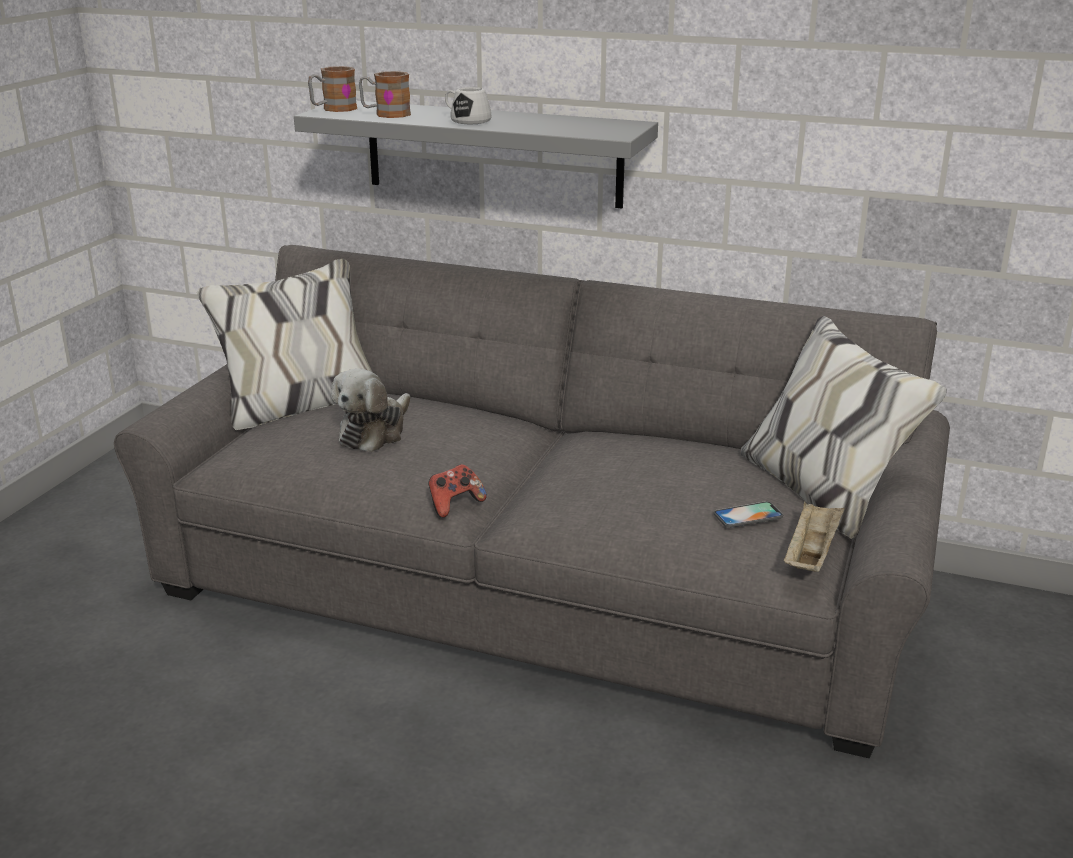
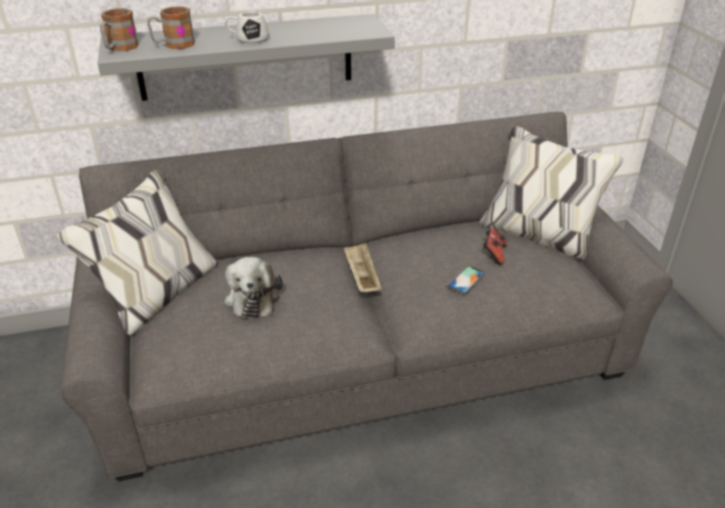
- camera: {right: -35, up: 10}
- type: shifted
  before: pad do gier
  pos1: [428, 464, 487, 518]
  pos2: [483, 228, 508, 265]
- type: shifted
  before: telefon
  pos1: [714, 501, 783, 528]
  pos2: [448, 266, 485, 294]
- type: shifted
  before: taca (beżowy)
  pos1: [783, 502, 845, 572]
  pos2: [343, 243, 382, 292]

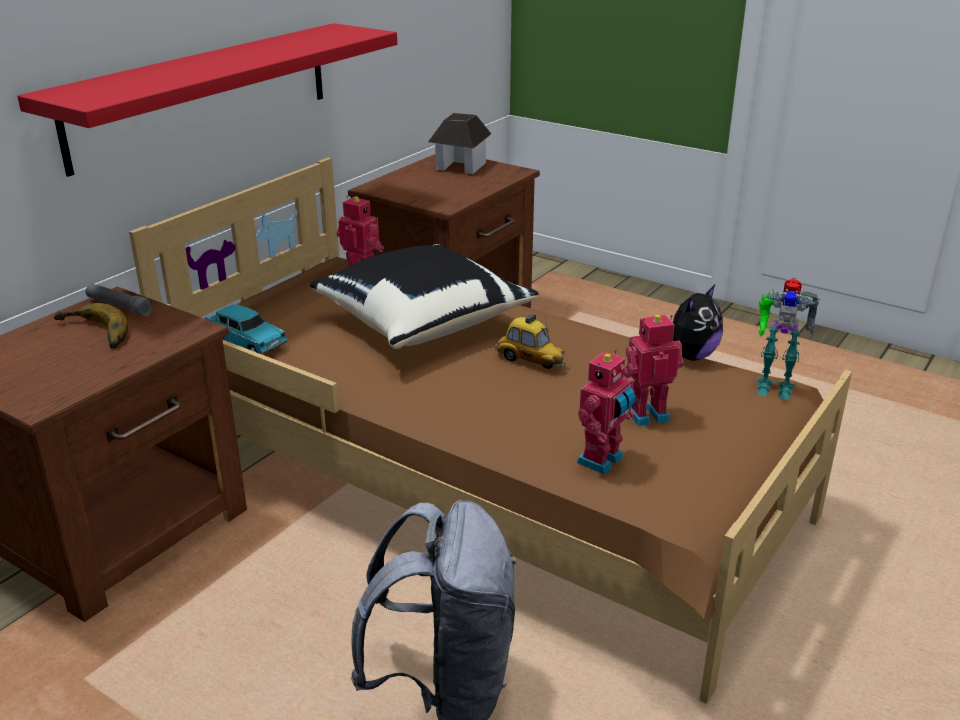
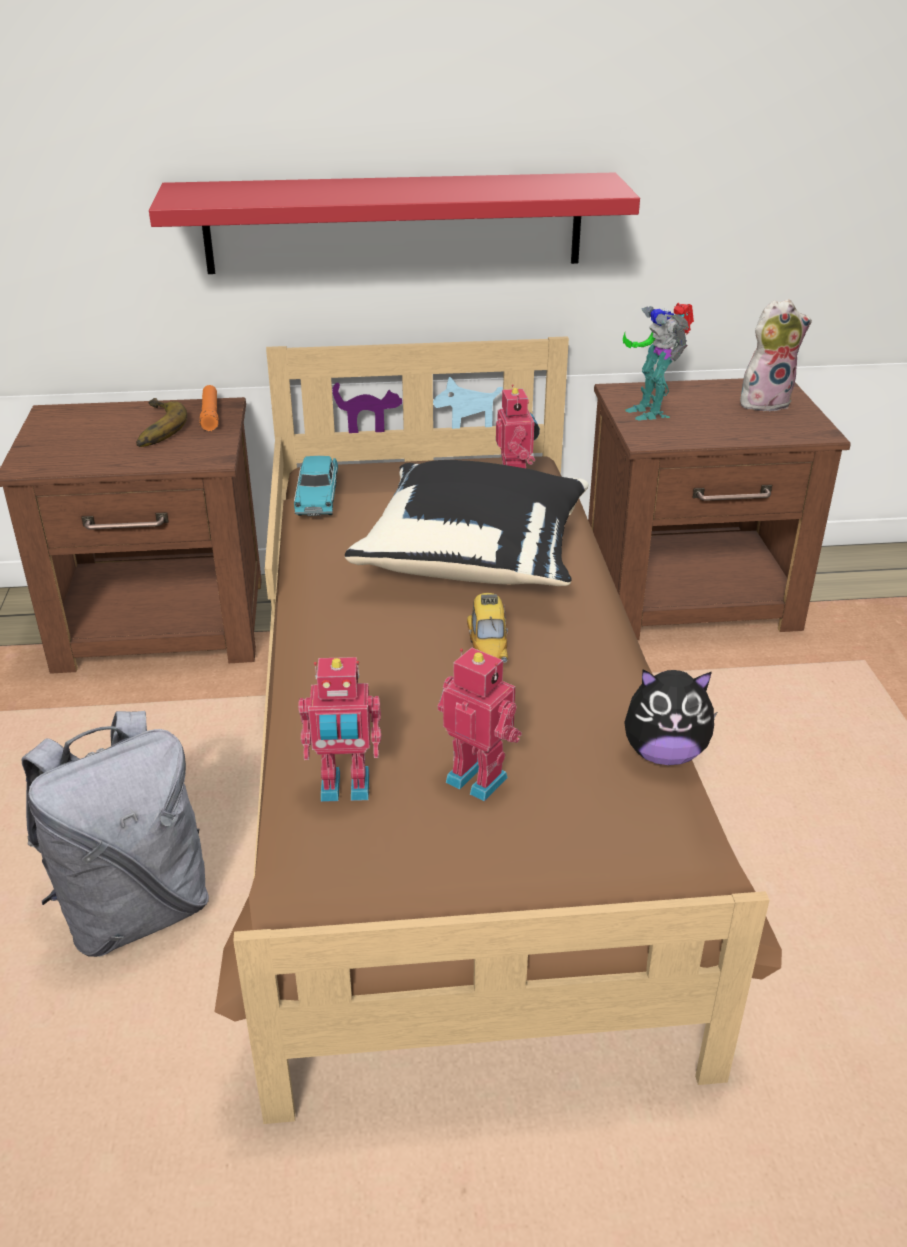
- camera: {right: 50, up: 5}
- type: shifted
  before: robot zabawkowy
  pos1: [757, 278, 820, 400]
  pos2: [623, 303, 694, 421]
- type: swapped
  before: domek
  after: pluszak
  pos1: [428, 113, 491, 174]
  pos2: [740, 299, 812, 413]
- type: repainted
  before: latarka (szary)
  after: latarka (pomarańczowy)
  pos1: [85, 284, 153, 316]
  pos2: [200, 385, 218, 431]

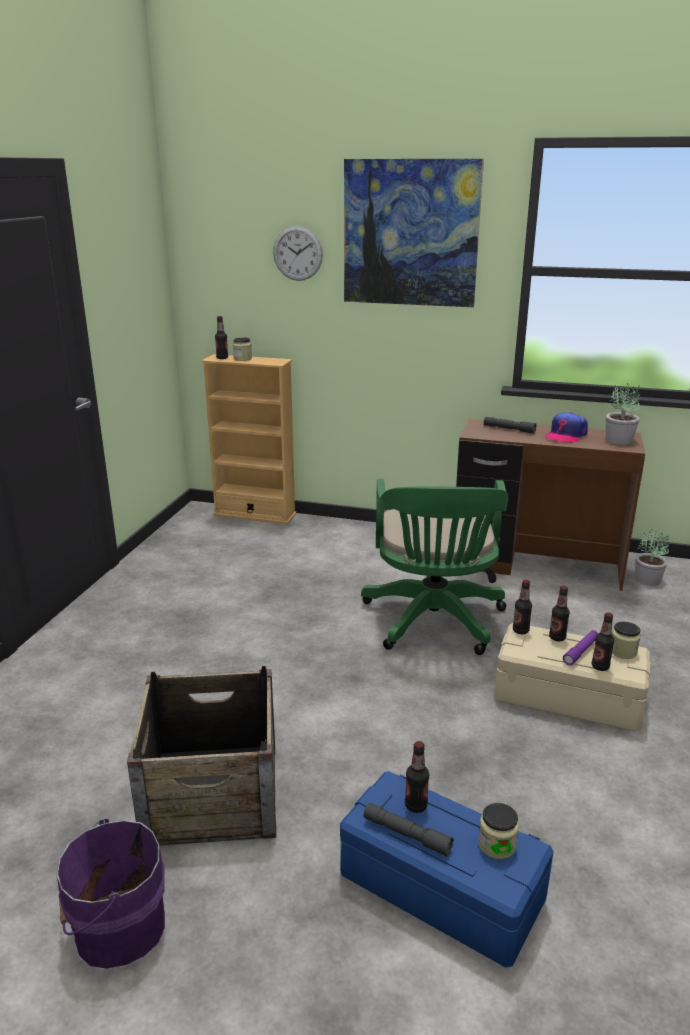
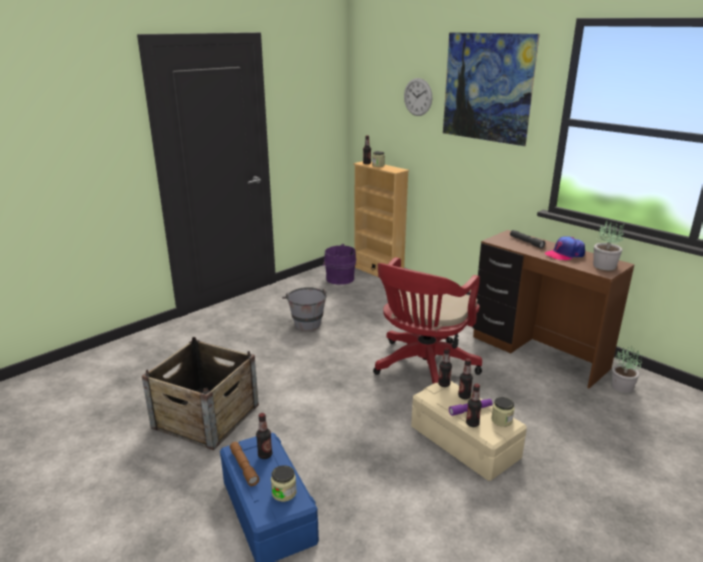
- camera: {right: 30, up: 0}
- type: new
  after: wiadro (szary)
  pos2: [282, 287, 327, 331]
- type: shifted
  before: wiadro (fioletowy)
  pos1: [56, 818, 165, 969]
  pos2: [323, 244, 356, 285]
- type: repainted
  before: krzesło biurowe (zielony)
  after: krzesło biurowe (czerwony)
  pos1: [361, 479, 509, 655]
  pos2: [373, 257, 482, 384]
- type: repainted
  before: latarka (szary)
  after: latarka (brązowy)
  pos1: [364, 803, 454, 857]
  pos2: [230, 442, 259, 486]

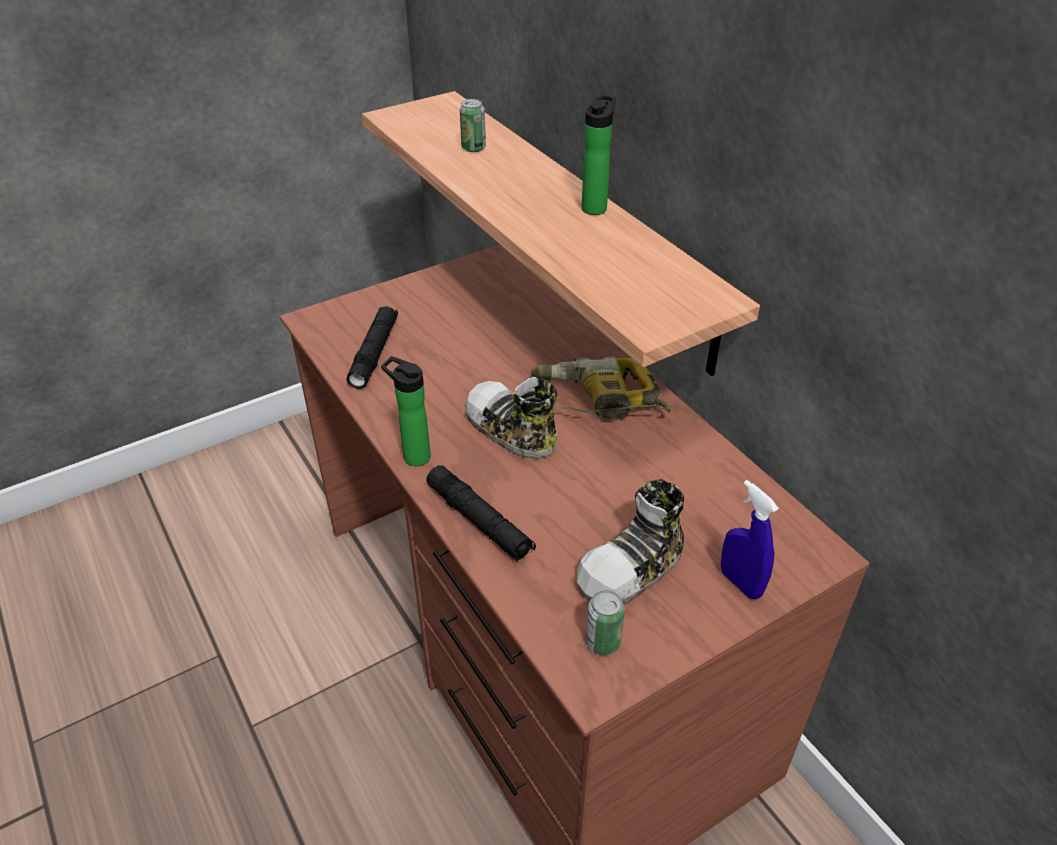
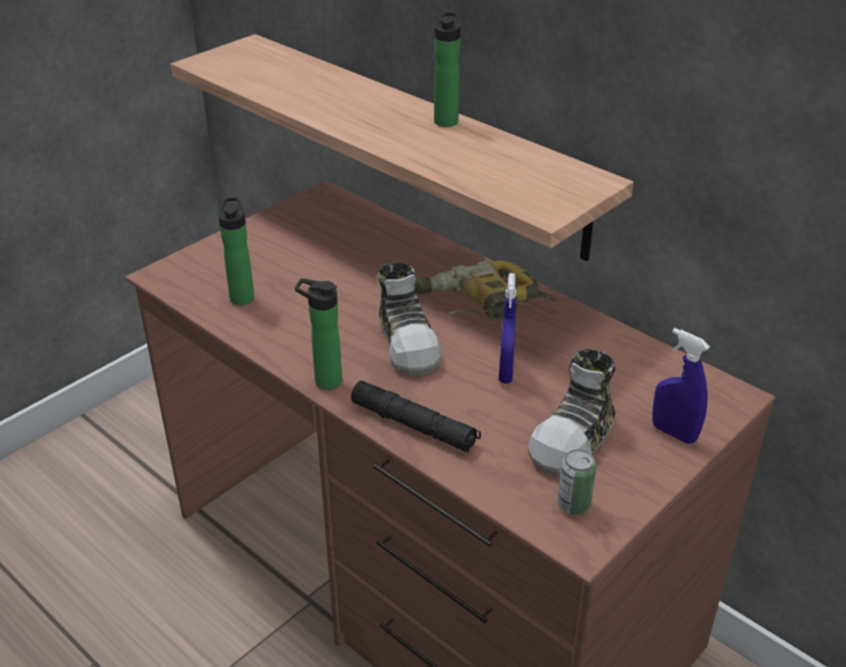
- camera: {right: -15, up: -5}
- type: gone
  before: puszka
  pos1: [460, 99, 486, 152]
- type: new
  after: spryskiwacz (niebieski)
  pos2: [499, 273, 516, 384]
- type: swapped
  before: latarka (czarny)
  after: butelka
  pos1: [346, 306, 398, 389]
  pos2: [218, 197, 254, 305]
- type: rotated
  before: but
  pos1: [465, 377, 558, 459]
  pos2: [377, 263, 441, 376]
  turn: -135

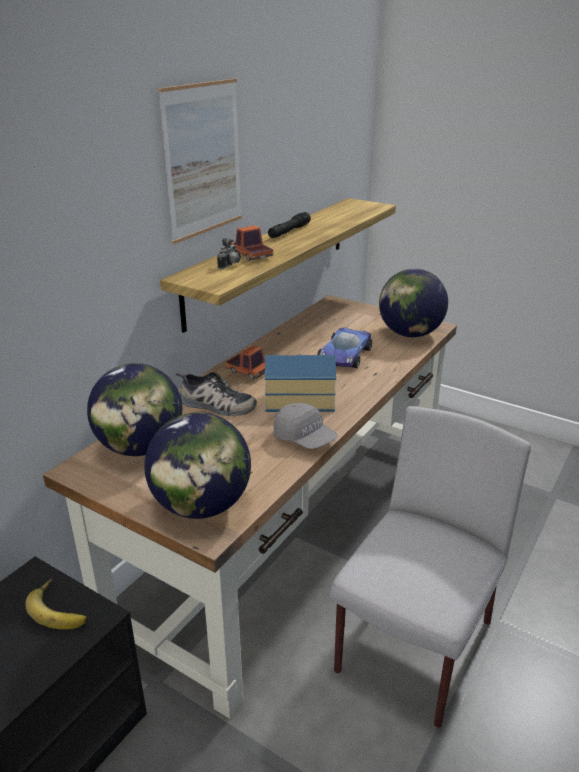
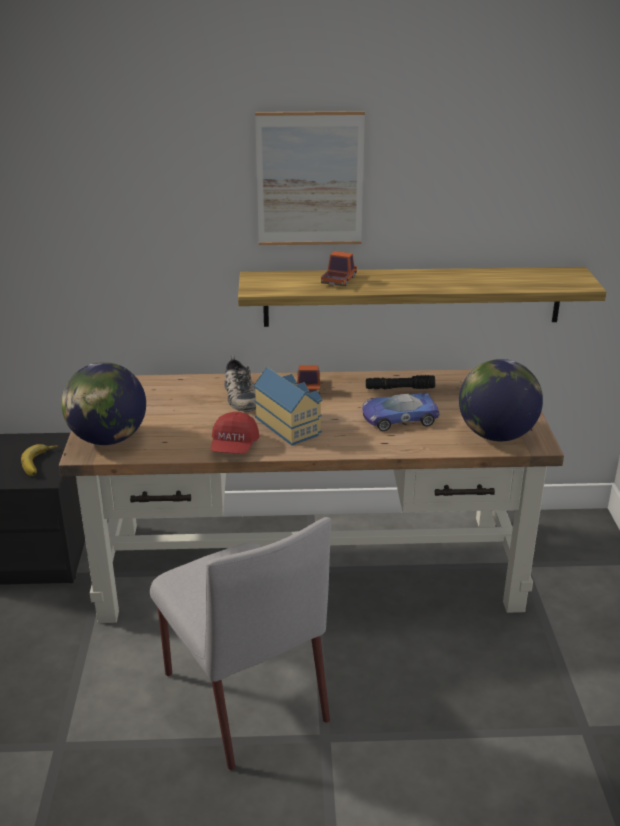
- camera: {right: 55, up: 0}
- type: gone
  before: globus
  pos1: [87, 363, 183, 456]
- type: gone
  before: aparat fotograficzny
  pos1: [217, 238, 241, 269]
- type: shifted
  before: latarka (czarny)
  pos1: [268, 212, 311, 238]
  pos2: [366, 375, 435, 390]
- type: repainted
  before: czapka z daszkiem (szary)
  after: czapka z daszkiem (czerwony)
  pos1: [274, 403, 338, 449]
  pos2: [211, 412, 260, 454]
- type: rotated
  before: krzesło (szary)
  pos1: [330, 406, 531, 728]
  pos2: [150, 517, 331, 770]
  turn: 60

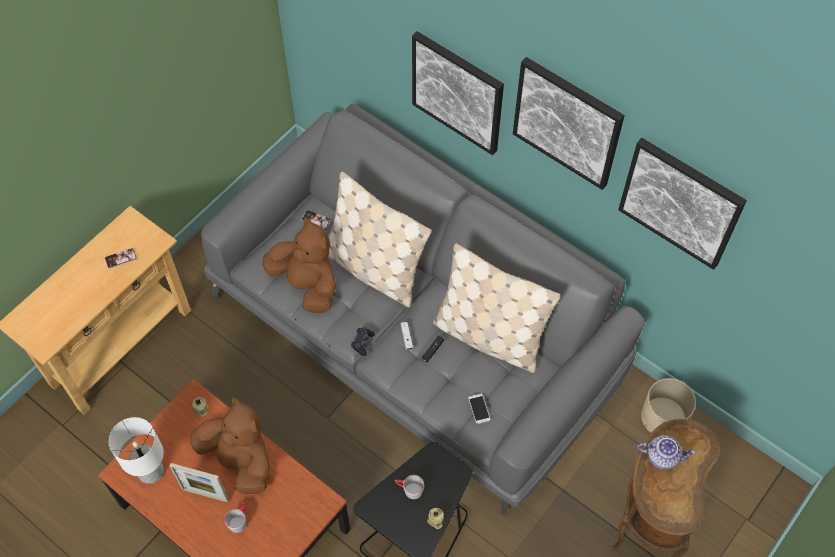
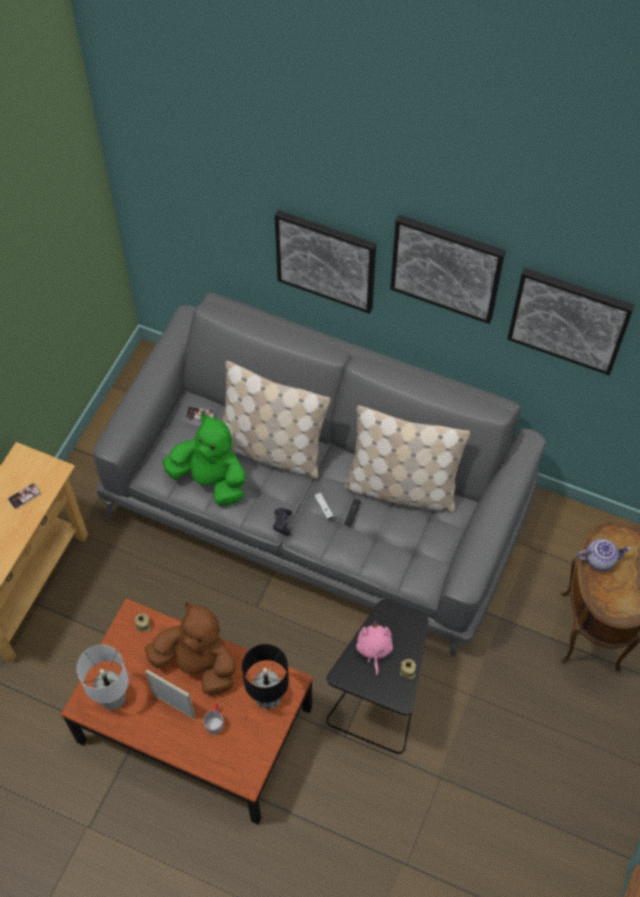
- camera: {right: -15, up: 0}
- type: gone
  before: telefon
  pos1: [468, 393, 491, 424]
- type: gone
  before: donica (beżowy)
  pos1: [641, 378, 696, 433]
- type: new
  after: lampa stołowa (czarny)
  pos2: [242, 644, 289, 709]
- type: swapped
  before: kubek (szary)
  after: pluszak (różowy)
  pos1: [395, 475, 424, 499]
  pos2: [356, 621, 393, 676]
- type: repainted
  before: pluszak (brązowy)
  after: pluszak (zielony)
  pos1: [262, 218, 336, 313]
  pos2: [163, 414, 246, 506]
- type: rotated
  before: ramka na zdjęcie
  pos1: [170, 463, 229, 502]
  pos2: [145, 669, 195, 719]
  turn: -150

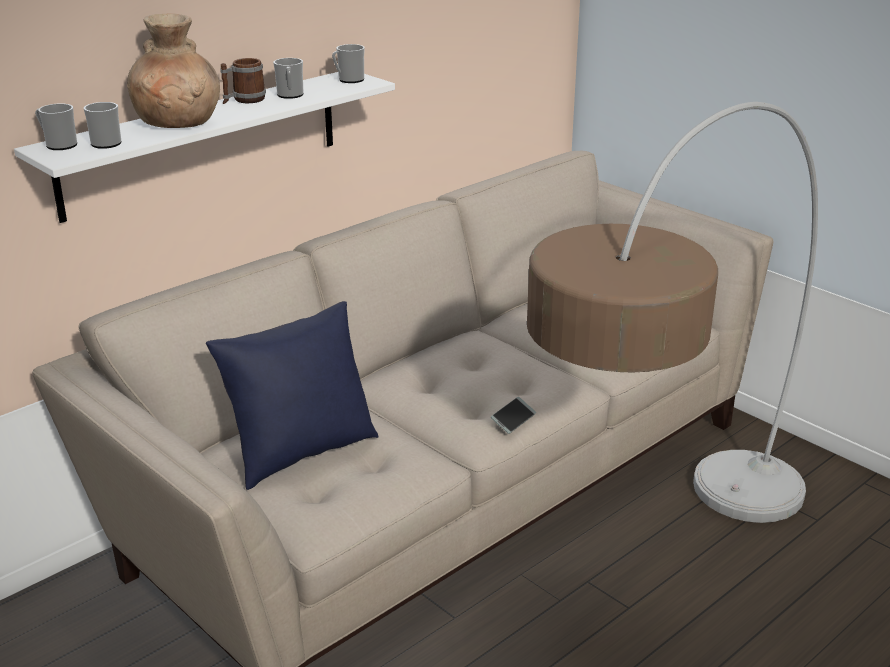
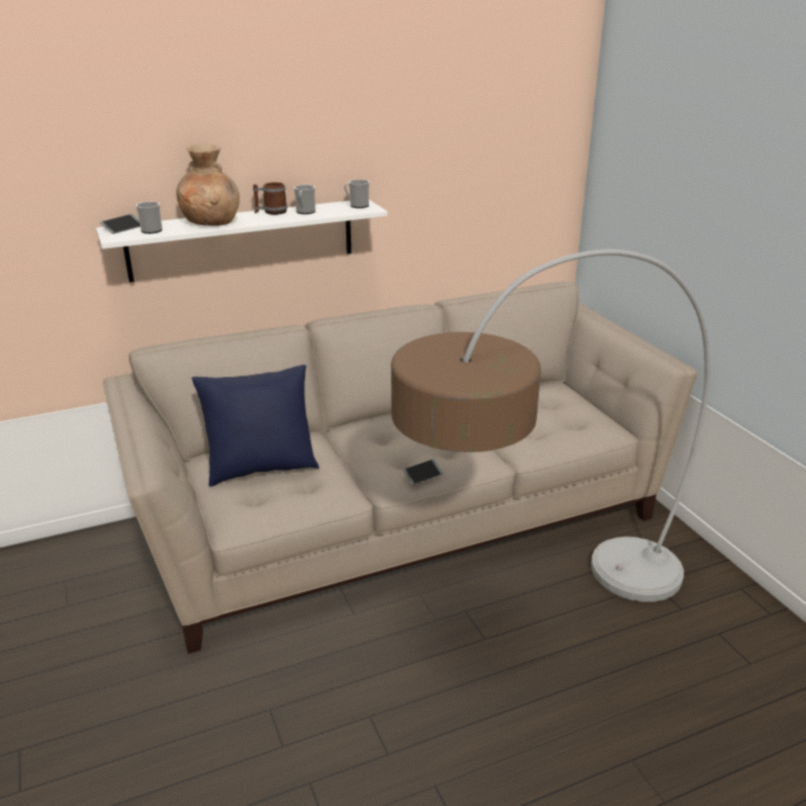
- camera: {right: 20, up: 0}
- type: swapped
  before: kubek
  after: telefon
  pos1: [35, 103, 77, 150]
  pos2: [100, 214, 140, 234]

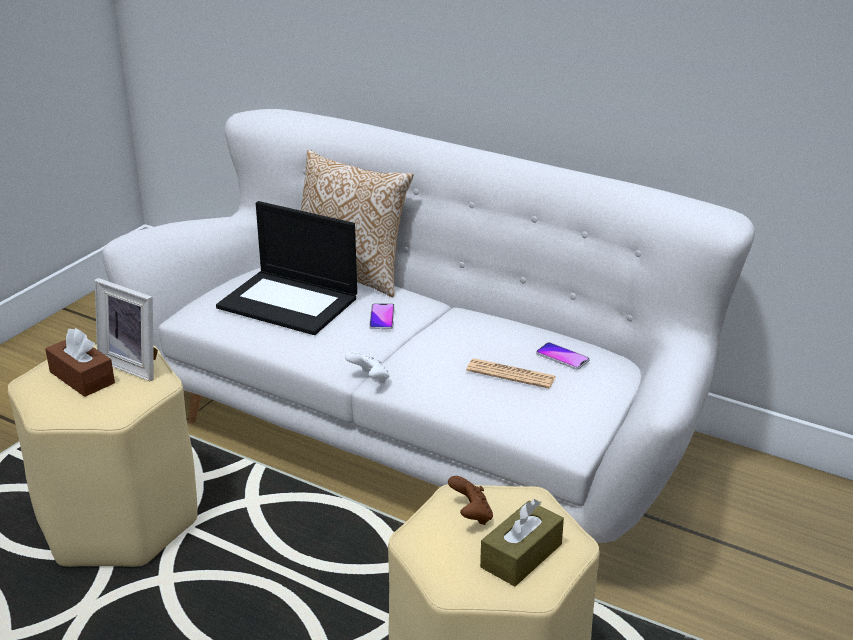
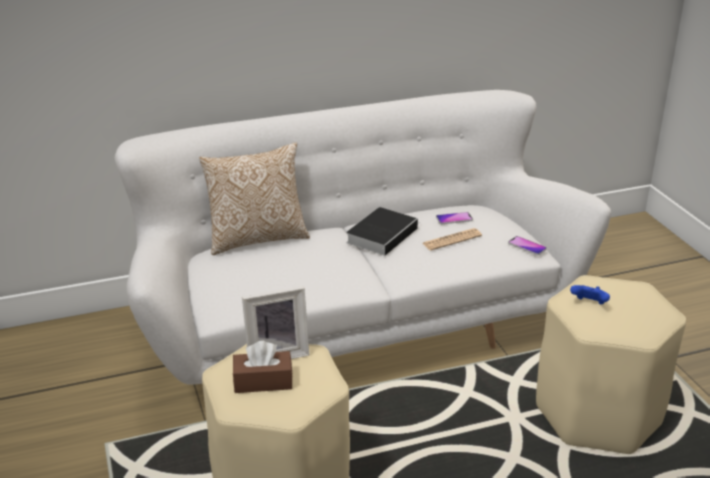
- camera: {right: -50, up: 0}
- type: gone
  before: laptop
  pos1: [216, 201, 357, 335]
- type: gone
  before: pad do gier (biały)
  pos1: [345, 352, 390, 383]
- type: gone
  before: pudełko chusteczek (brązowy)
  pos1: [480, 499, 564, 586]
- type: new
  after: książka
  pos2: [346, 207, 419, 256]
- type: shifted
  before: telefon
  pos1: [369, 303, 395, 329]
  pos2: [508, 236, 547, 255]
- type: repainted
  before: pad do gier (brązowy)
  after: pad do gier (niebieski)
  pos1: [448, 476, 493, 525]
  pos2: [570, 285, 610, 304]

